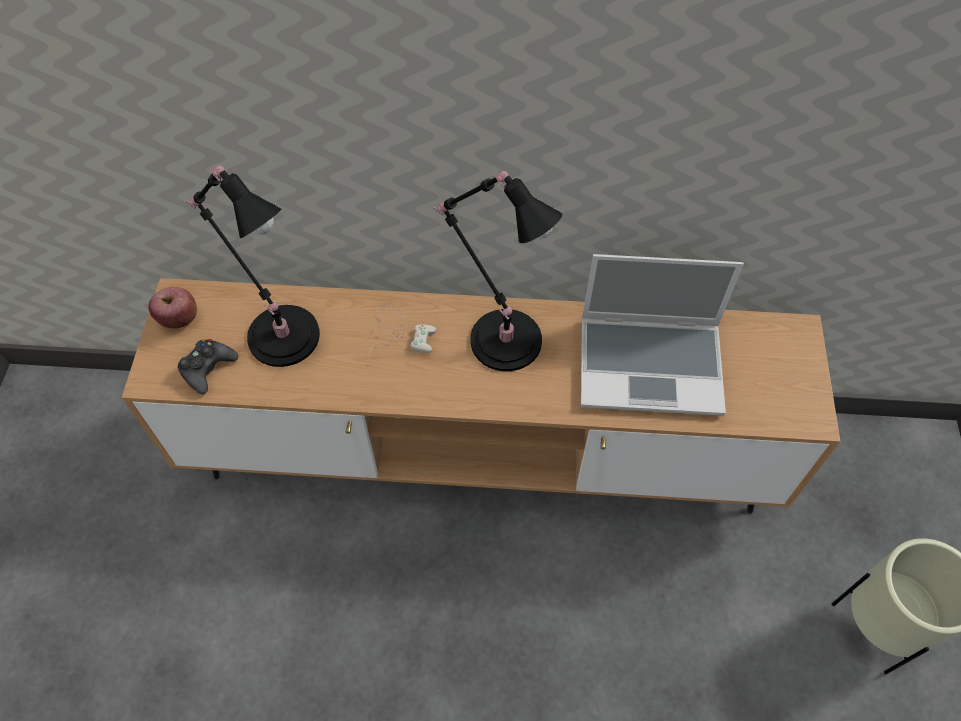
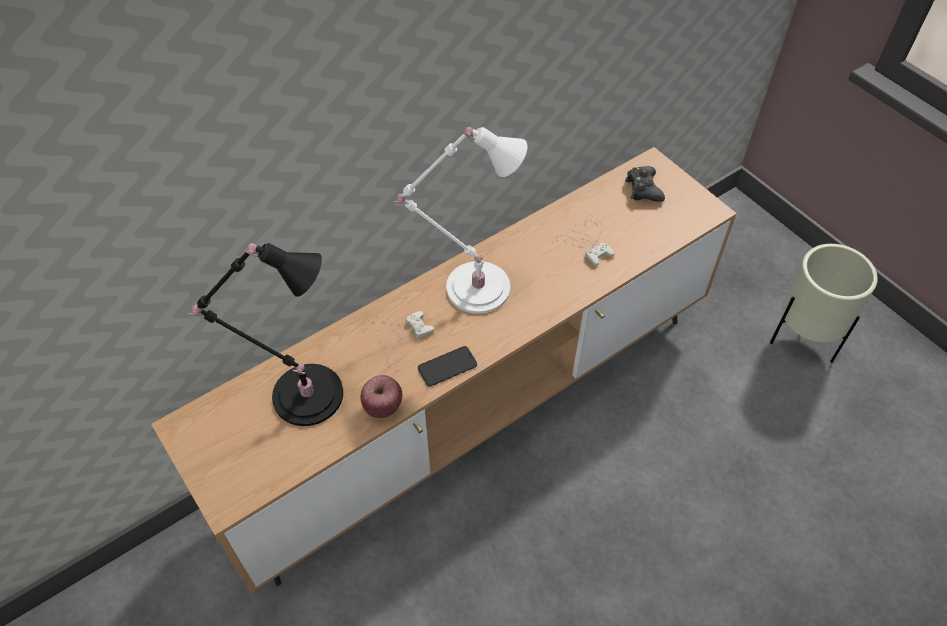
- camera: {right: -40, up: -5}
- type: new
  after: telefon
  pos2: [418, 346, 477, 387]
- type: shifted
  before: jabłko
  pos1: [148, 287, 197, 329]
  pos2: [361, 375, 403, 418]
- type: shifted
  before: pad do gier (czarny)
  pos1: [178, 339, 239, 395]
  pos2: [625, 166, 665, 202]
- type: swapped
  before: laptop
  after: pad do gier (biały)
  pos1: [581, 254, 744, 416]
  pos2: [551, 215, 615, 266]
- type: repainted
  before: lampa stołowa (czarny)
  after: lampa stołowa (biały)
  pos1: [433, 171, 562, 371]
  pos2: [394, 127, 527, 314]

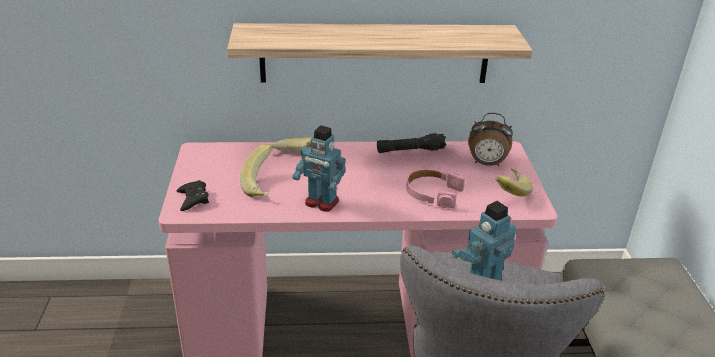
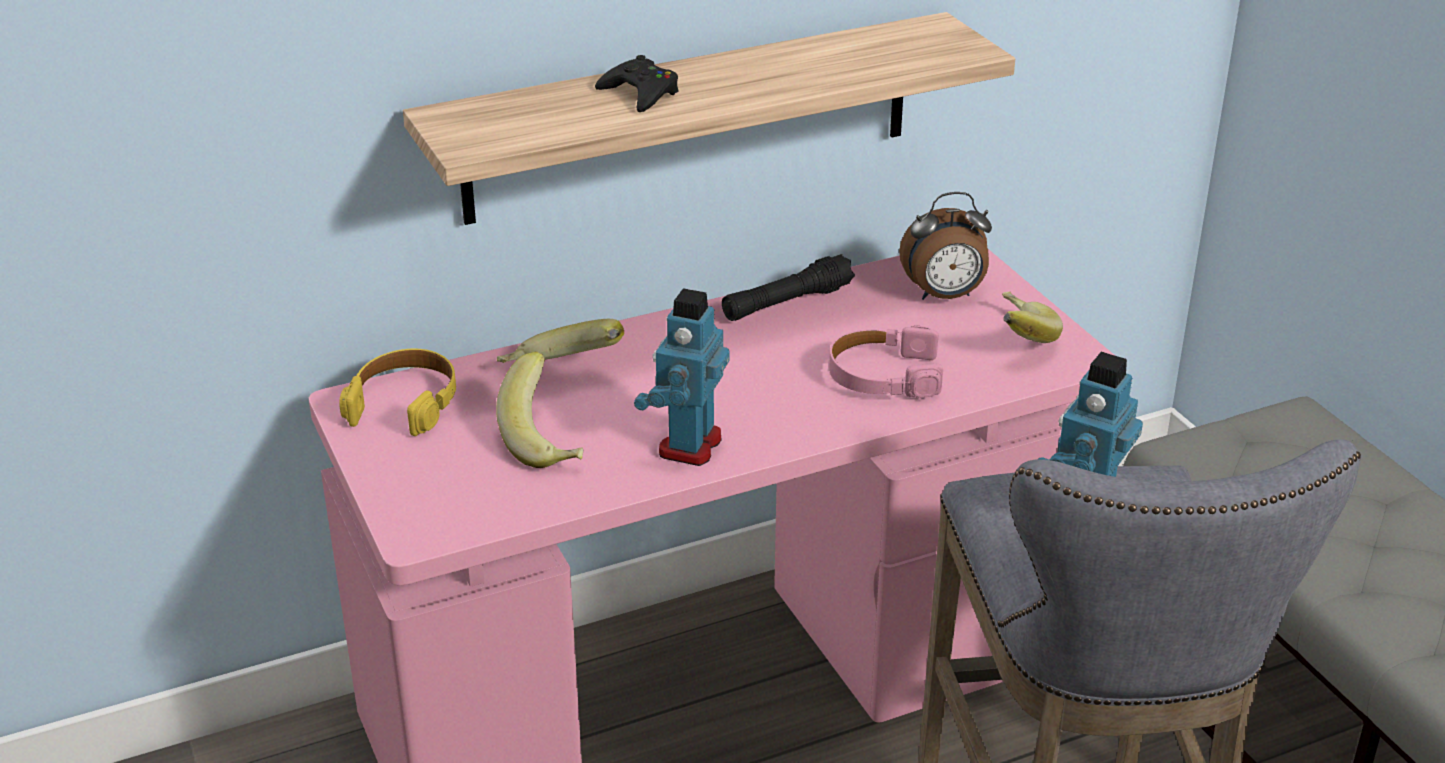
- camera: {right: -20, up: 0}
- type: new
  after: słuchawki (żółty)
  pos2: [339, 349, 456, 436]
- type: shifted
  before: pad do gier (czarny)
  pos1: [177, 180, 209, 211]
  pos2: [595, 55, 678, 112]
- type: rotated
  before: robot zabawkowy
  pos1: [292, 125, 346, 212]
  pos2: [634, 288, 730, 466]
  turn: 105

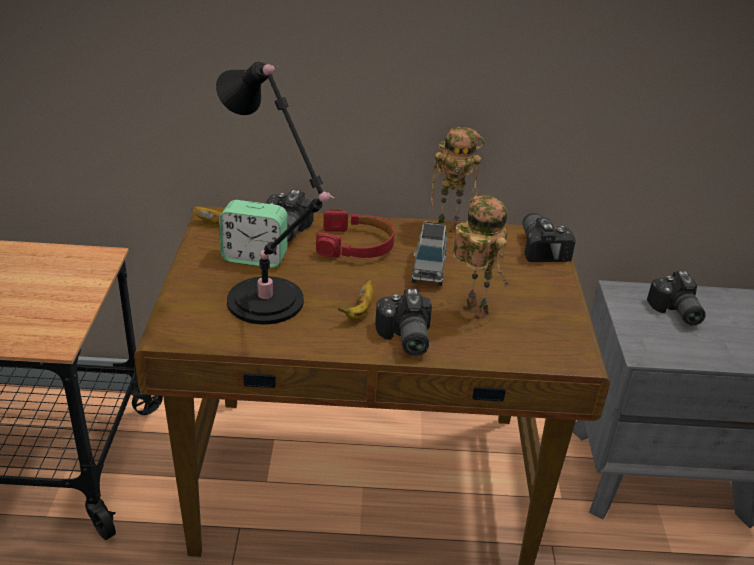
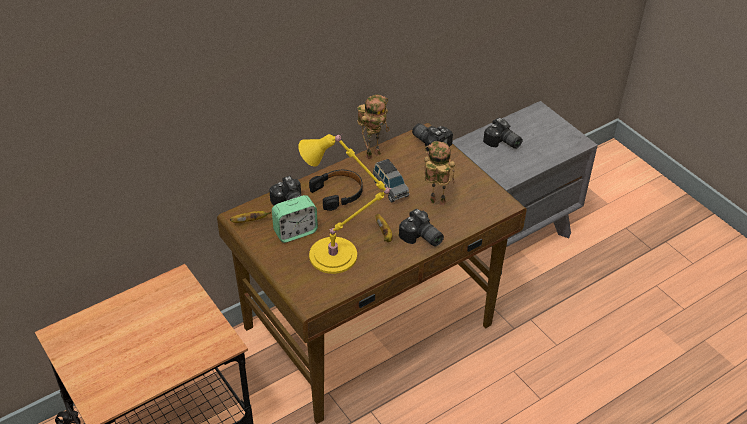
- camera: {right: -35, up: 10}
- type: repainted
  before: lampa stołowa (czarny)
  after: lampa stołowa (żółty)
  pos1: [216, 62, 335, 324]
  pos2: [298, 134, 392, 274]
- type: repainted
  before: słuchawki (czerwony)
  after: słuchawki (czarny)
  pos1: [316, 209, 395, 258]
  pos2: [309, 170, 363, 211]

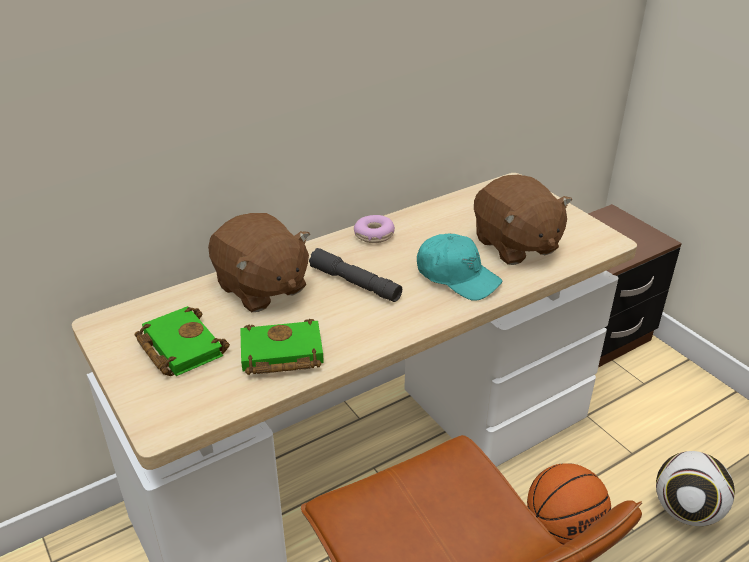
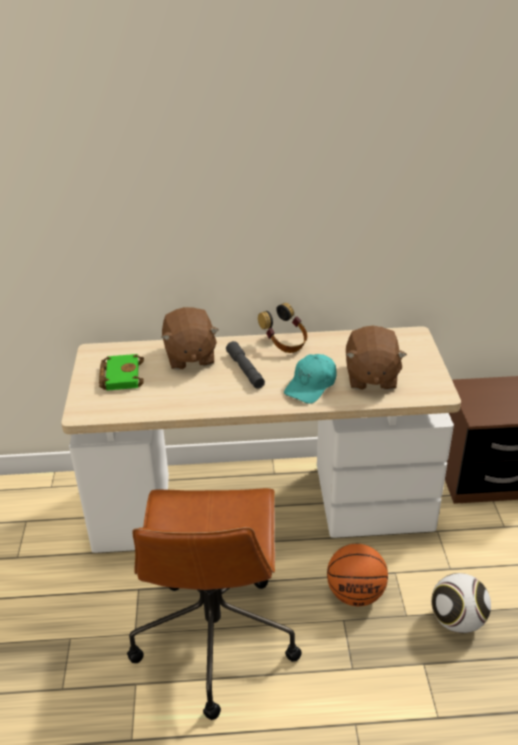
- camera: {right: 30, up: 0}
- type: gone
  before: książka (zielony)
  pos1: [240, 319, 324, 375]
- type: swapped
  before: donut
  after: słuchawki
  pos1: [354, 215, 395, 243]
  pos2: [258, 303, 308, 353]
- type: rotated
  before: czapka z daszkiem (turkusowy)
  pos1: [417, 233, 502, 301]
  pos2: [284, 354, 336, 404]
  turn: 60

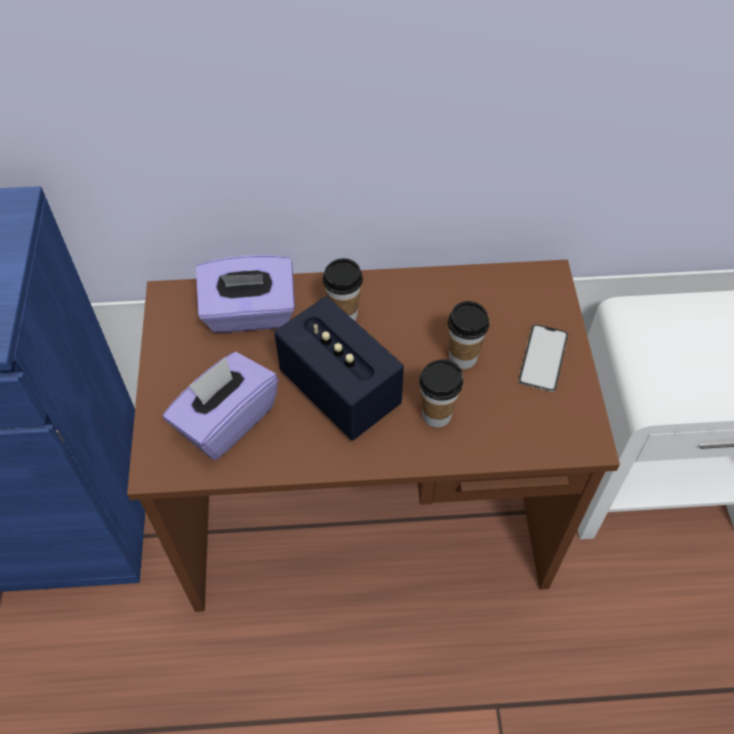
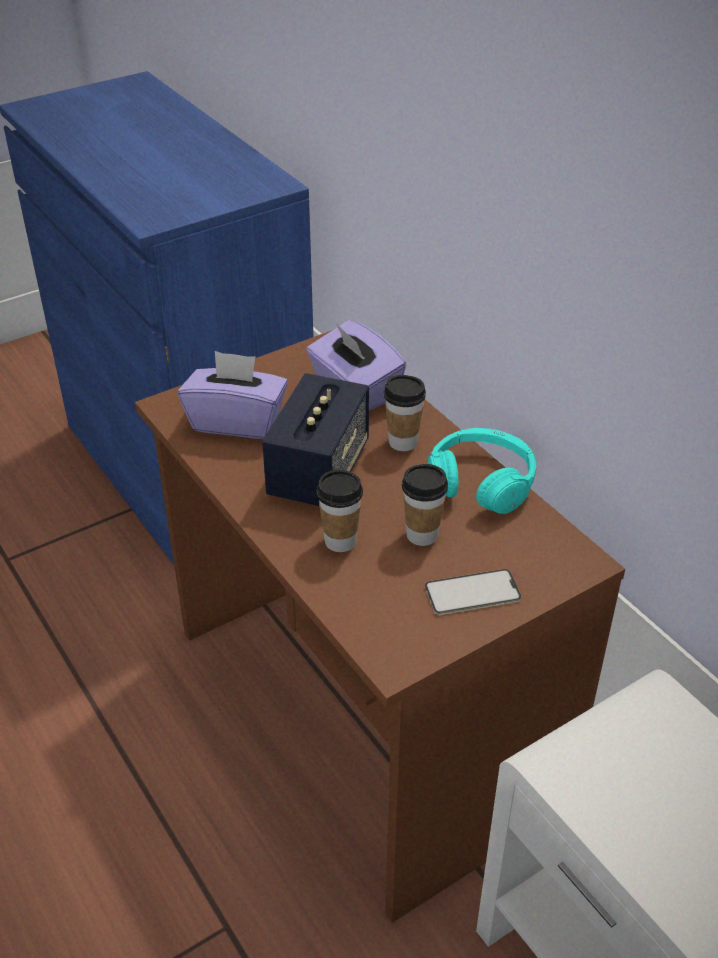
- camera: {right: 60, up: -15}
- type: new
  after: słuchawki (turkusowy)
  pos2: [428, 428, 536, 514]

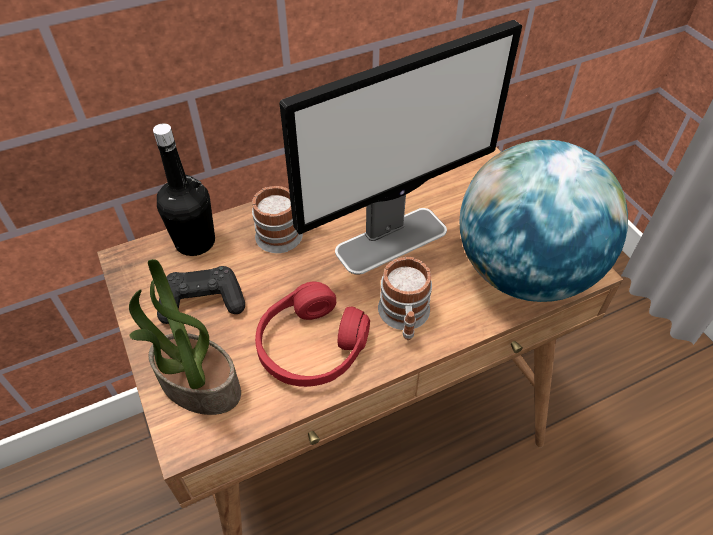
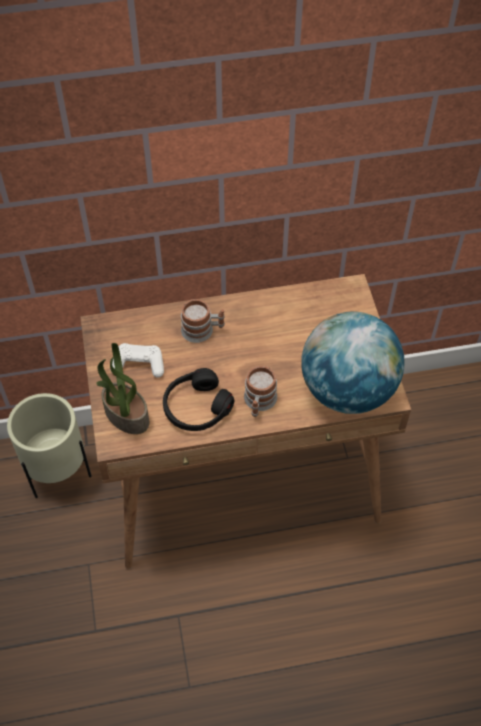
- camera: {right: 15, up: 5}
- type: gone
  before: butelka (czarny)
  pos1: [153, 123, 215, 256]
- type: gone
  before: monitor
  pos1: [279, 20, 522, 275]
- type: new
  after: donica (beżowy)
  pos2: [7, 393, 92, 498]
- type: repainted
  before: pad do gier (czarny)
  after: pad do gier (biały)
  pos1: [157, 266, 245, 324]
  pos2: [110, 343, 164, 378]
- type: repainted
  before: słuchawki (czerwony)
  after: słuchawki (czarny)
  pos1: [255, 282, 370, 387]
  pos2: [163, 368, 234, 431]

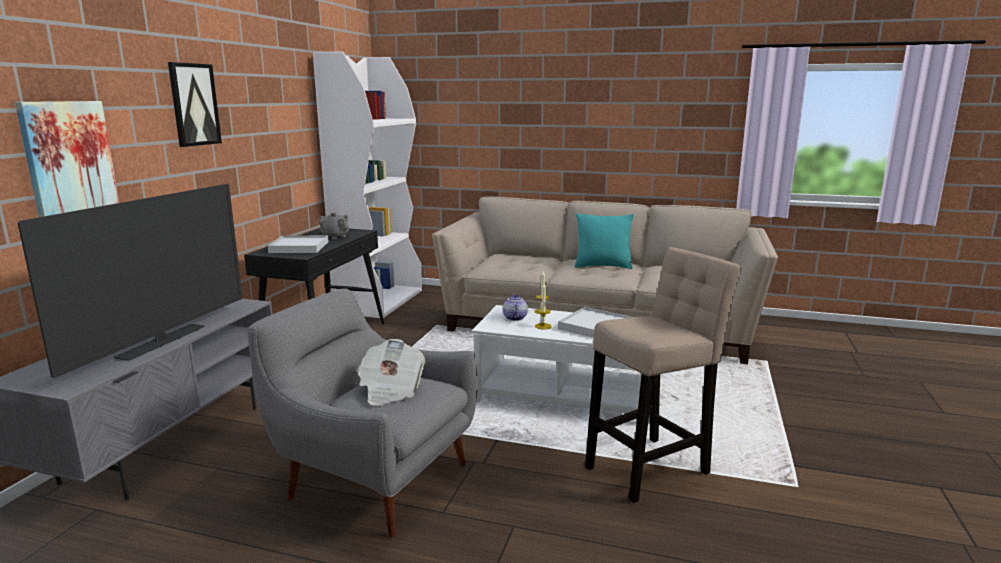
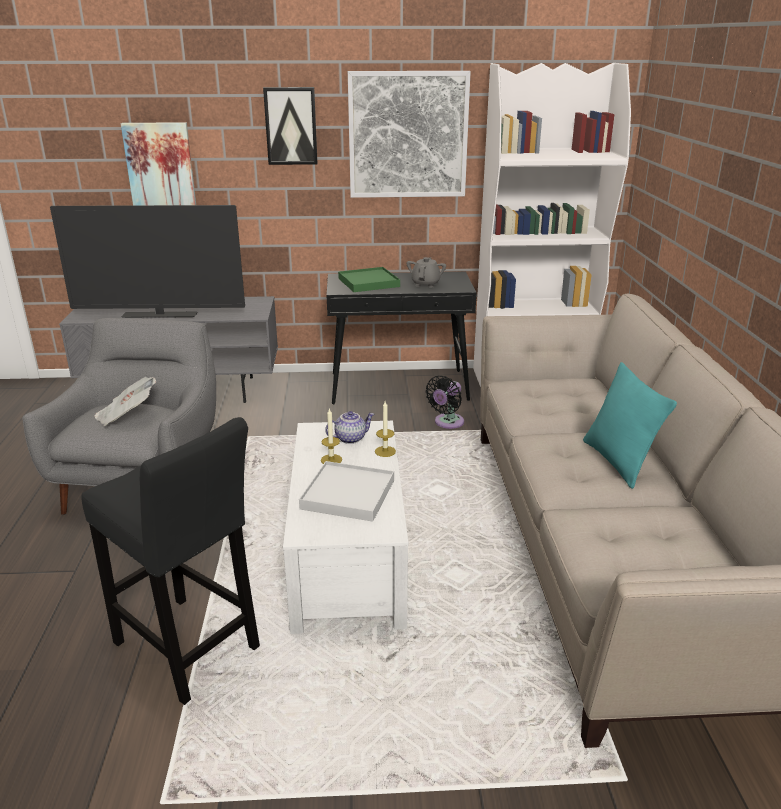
- camera: {right: 70, up: 10}
- type: new
  after: obraz
  pos2: [348, 71, 471, 198]
- type: new
  after: wentylator (czarny)
  pos2: [426, 375, 464, 429]
- type: repainted
  before: taca (biały)
  after: taca (zielony)
  pos1: [268, 235, 328, 253]
  pos2: [338, 267, 400, 292]
- type: repainted
  before: stołek (beżowy)
  after: stołek (czarny)
  pos1: [585, 247, 741, 503]
  pos2: [82, 417, 260, 705]

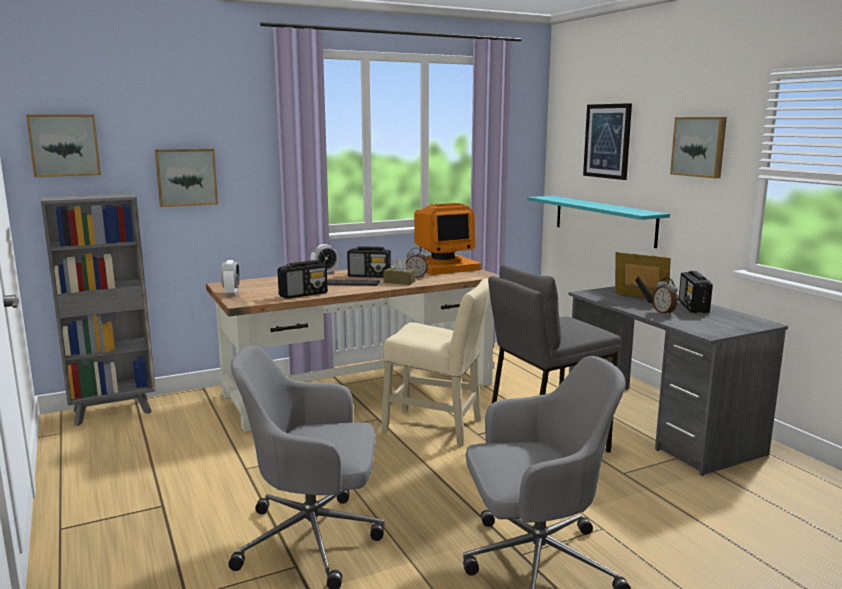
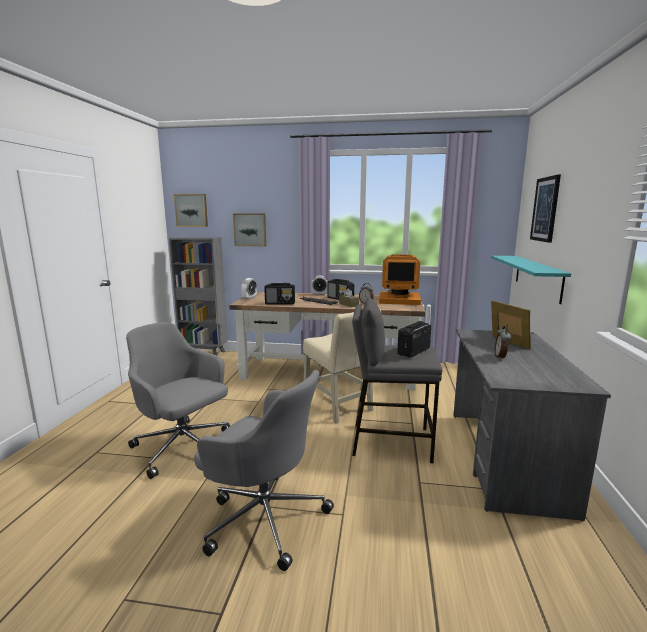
- camera: {right: 35, up: 0}
- type: gone
  before: obraz
  pos1: [670, 117, 727, 178]
- type: shifted
  before: radio
  pos1: [679, 271, 713, 313]
  pos2: [397, 321, 431, 358]

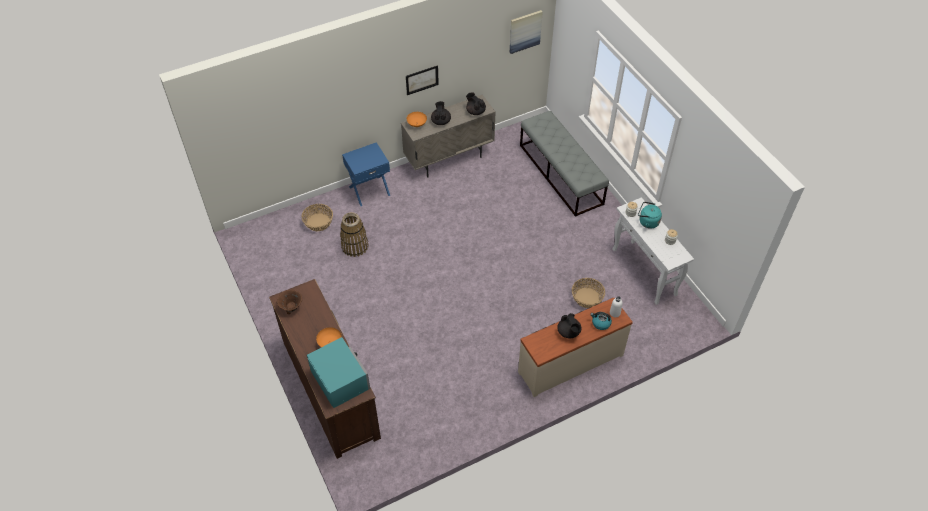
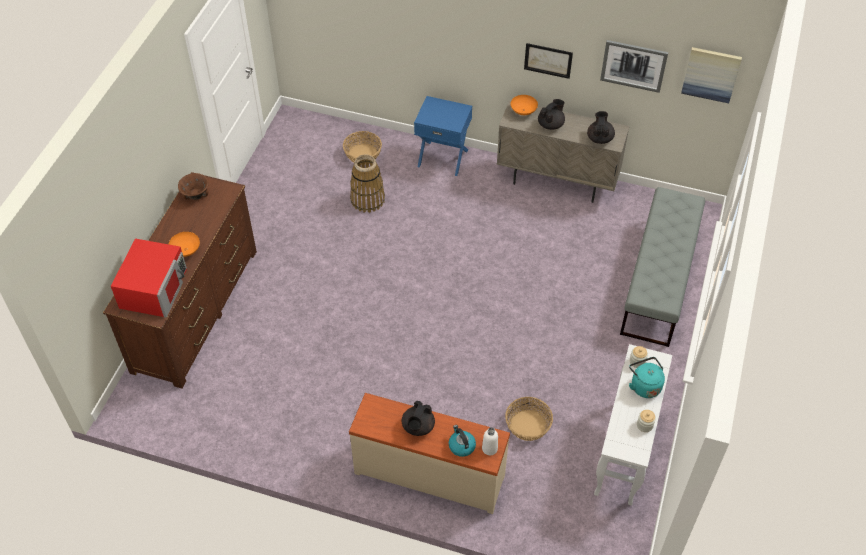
- camera: {right: 45, up: 0}
- type: new
  after: obraz
  pos2: [600, 40, 668, 93]
- type: repainted
  before: mikrofalówka (turkusowy)
  after: mikrofalówka (czerwony)
  pos1: [307, 337, 370, 408]
  pos2: [111, 238, 187, 318]

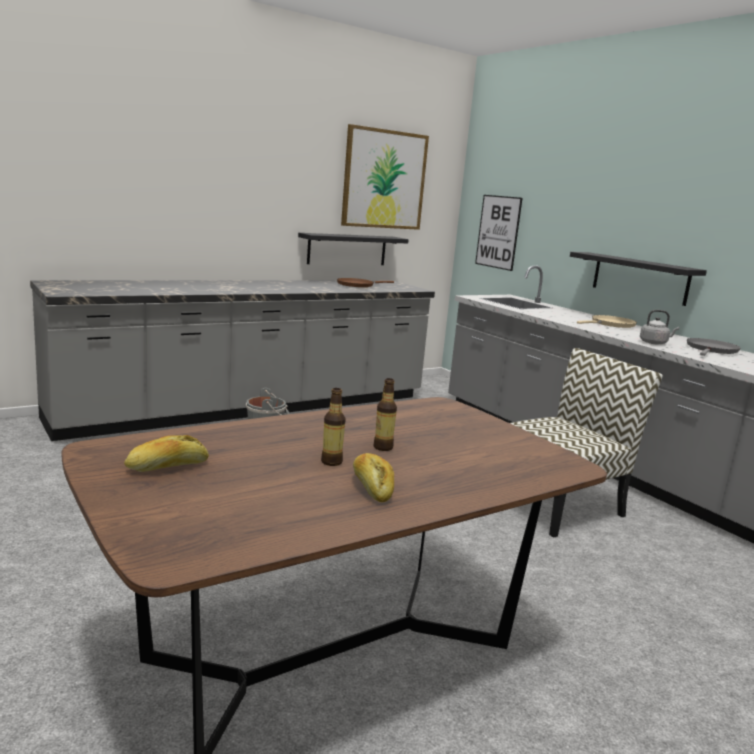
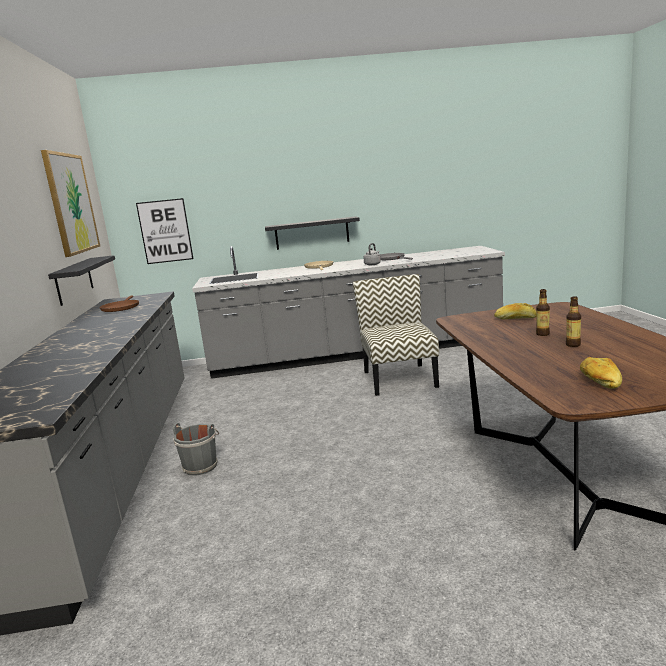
- camera: {right: -60, up: 0}
- type: shifted
  before: chleb
  pos1: [353, 453, 394, 502]
  pos2: [494, 303, 536, 320]

